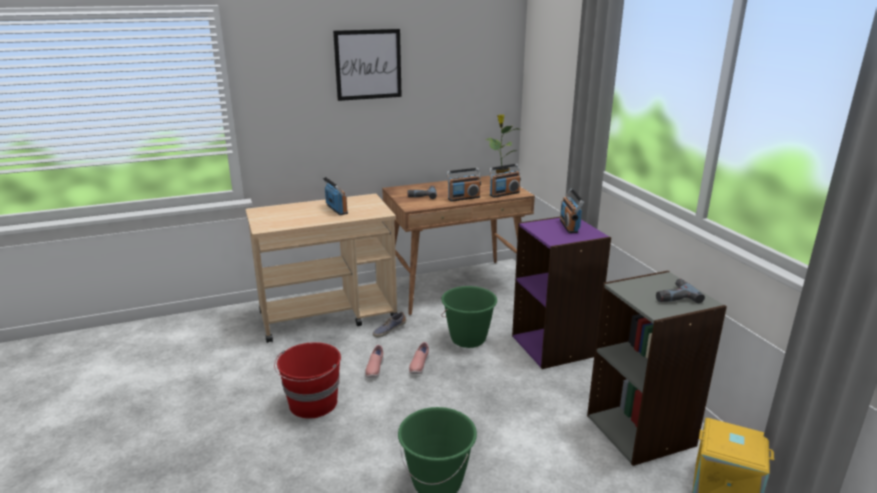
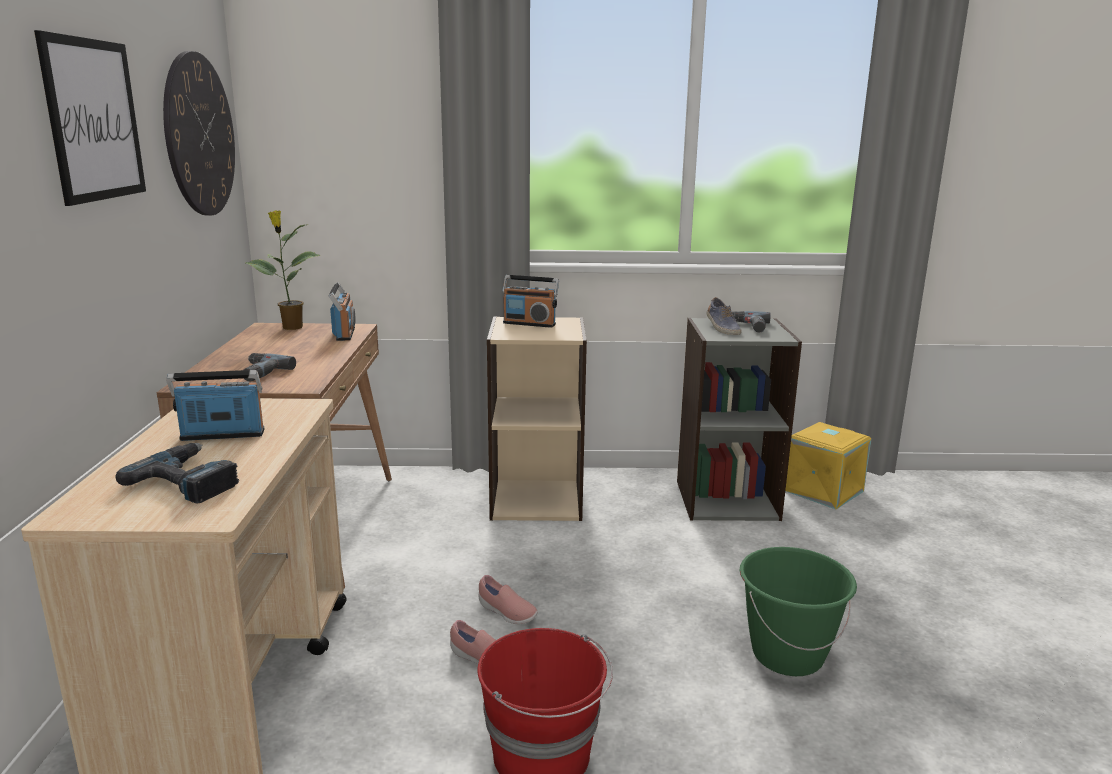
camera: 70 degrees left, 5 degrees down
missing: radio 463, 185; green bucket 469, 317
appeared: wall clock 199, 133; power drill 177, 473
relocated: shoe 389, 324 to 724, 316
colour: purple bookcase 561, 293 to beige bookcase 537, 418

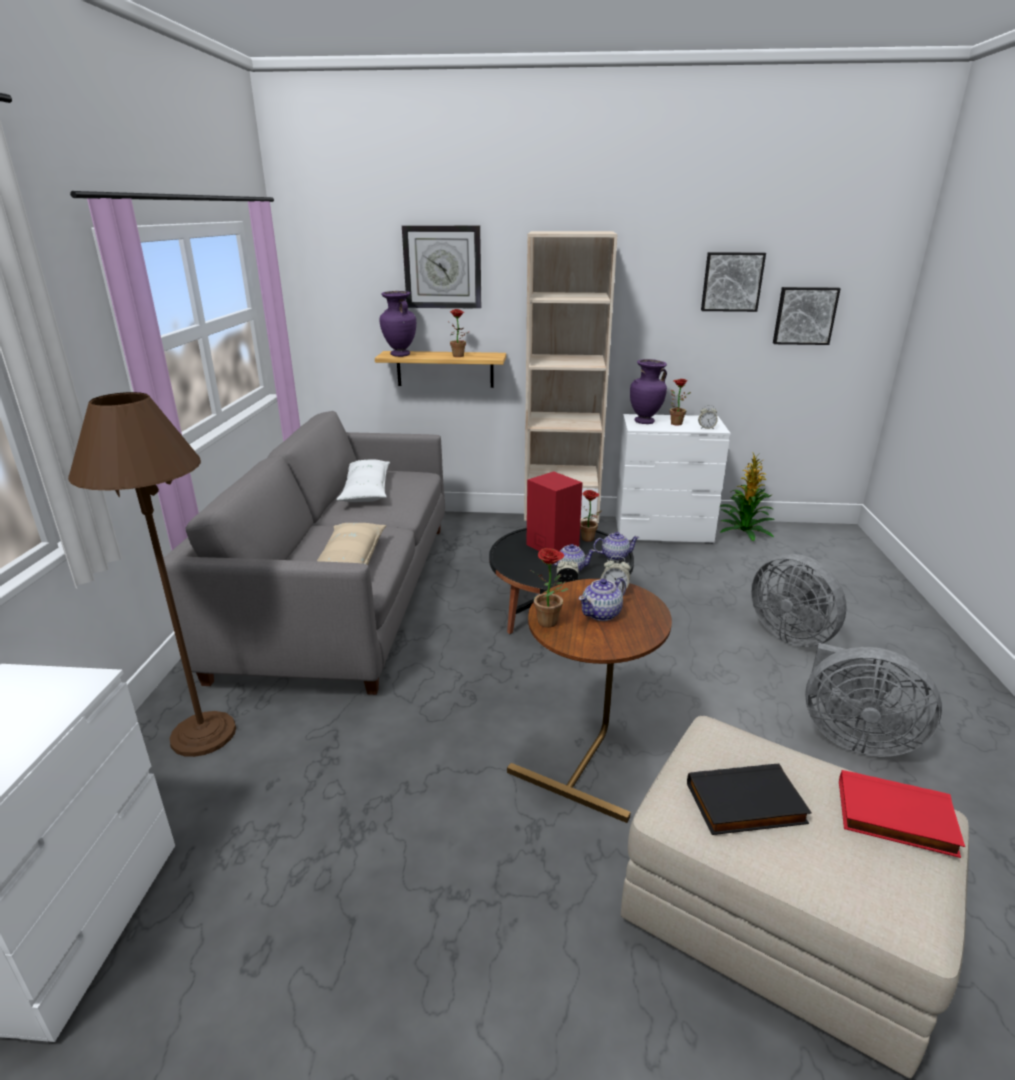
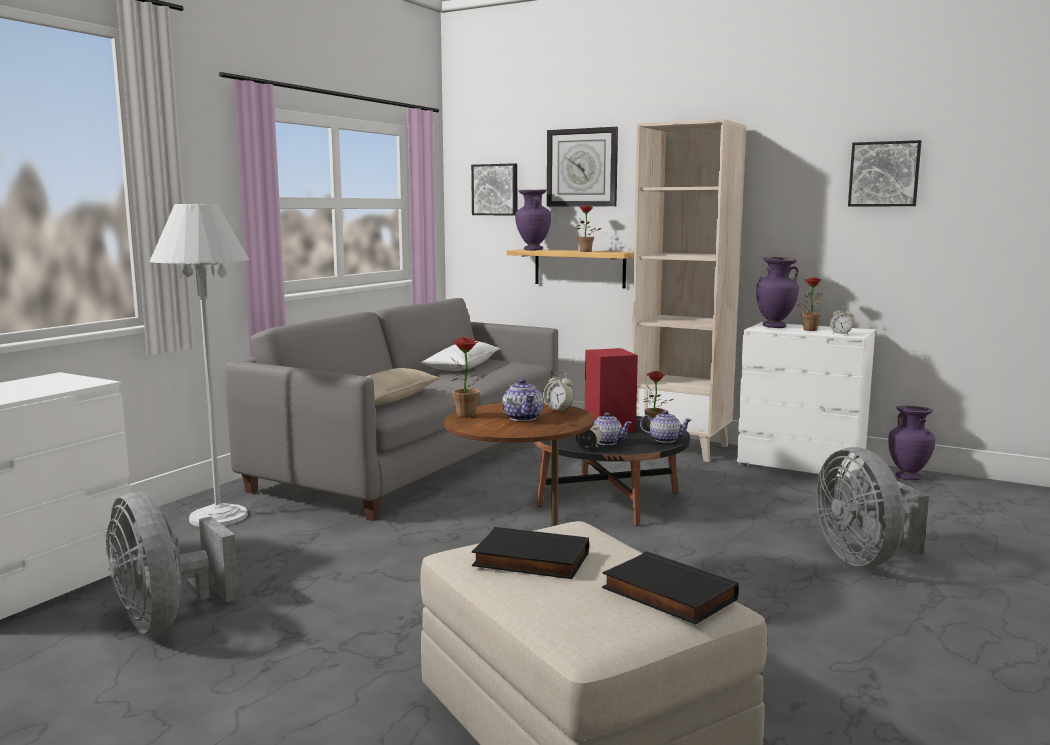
camera: 25 degrees right, 15 degrees down
relocated: picture 807, 316 to 494, 189; grey fan 873, 700 to 172, 563
exchanged: potted plant 747, 497 to purple vase 912, 443
colour: brown floor lamp 152, 574 to white floor lamp 199, 365; red book 902, 814 to black book 670, 588
spun: teapot 602, 599 = 522, 400 90 degrees counterclockwise

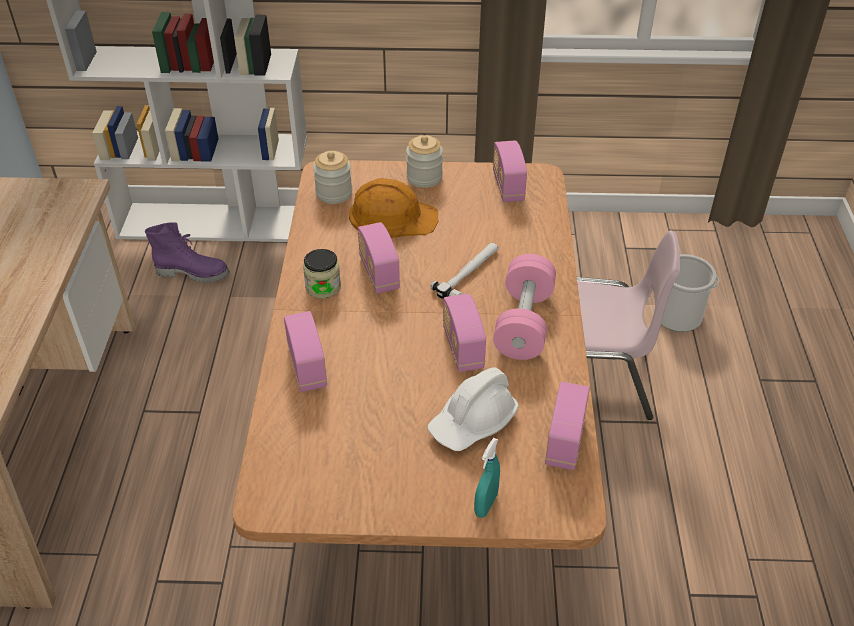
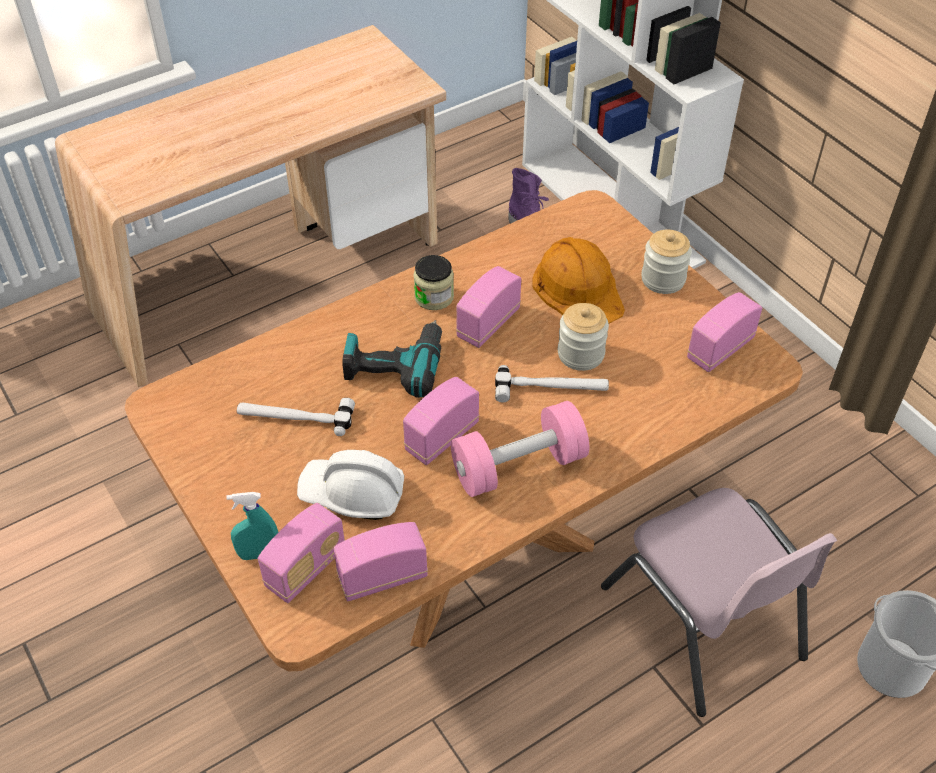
camera: 55 degrees right, 5 degrees up
appeared: power drill 392, 359; hammer 296, 417
relocated: jar 332, 177 to 583, 337; radio 305, 351 to 301, 553

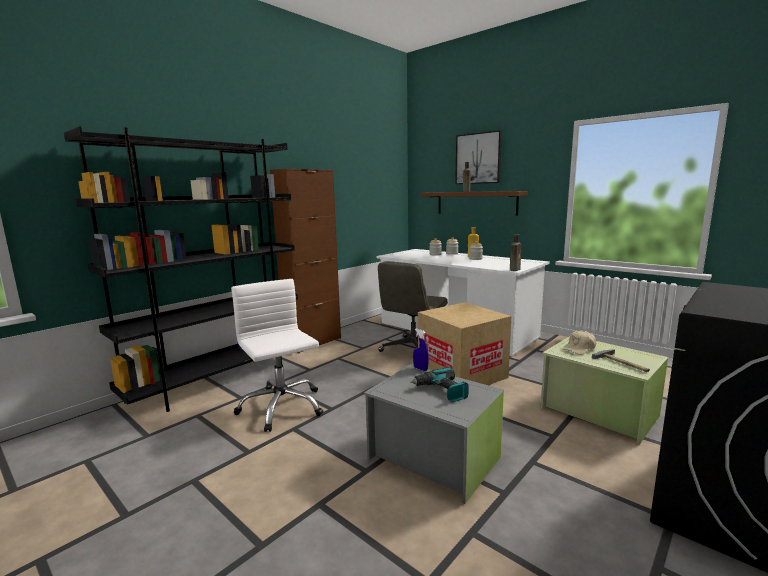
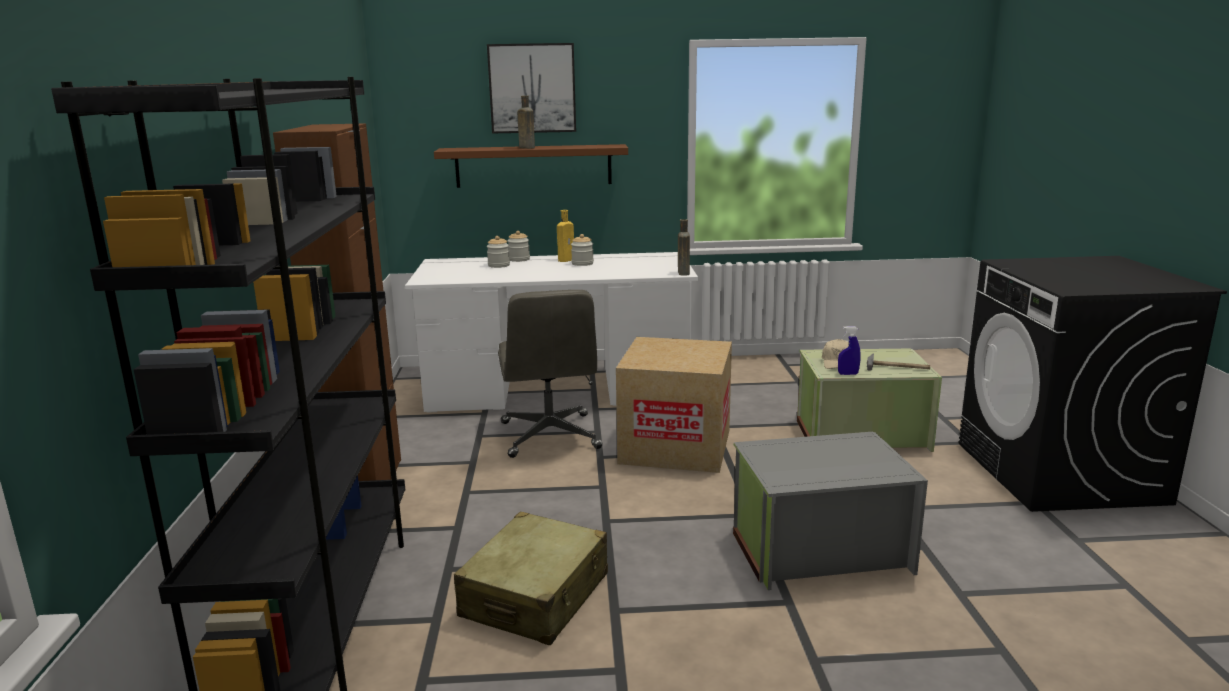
camera: 45 degrees left, 5 degrees up
missing: power drill 439, 384
relocated: blue spray bottle 421, 350 to 849, 350
exchanged: white office chair 277, 355 to beige suitcase 531, 578

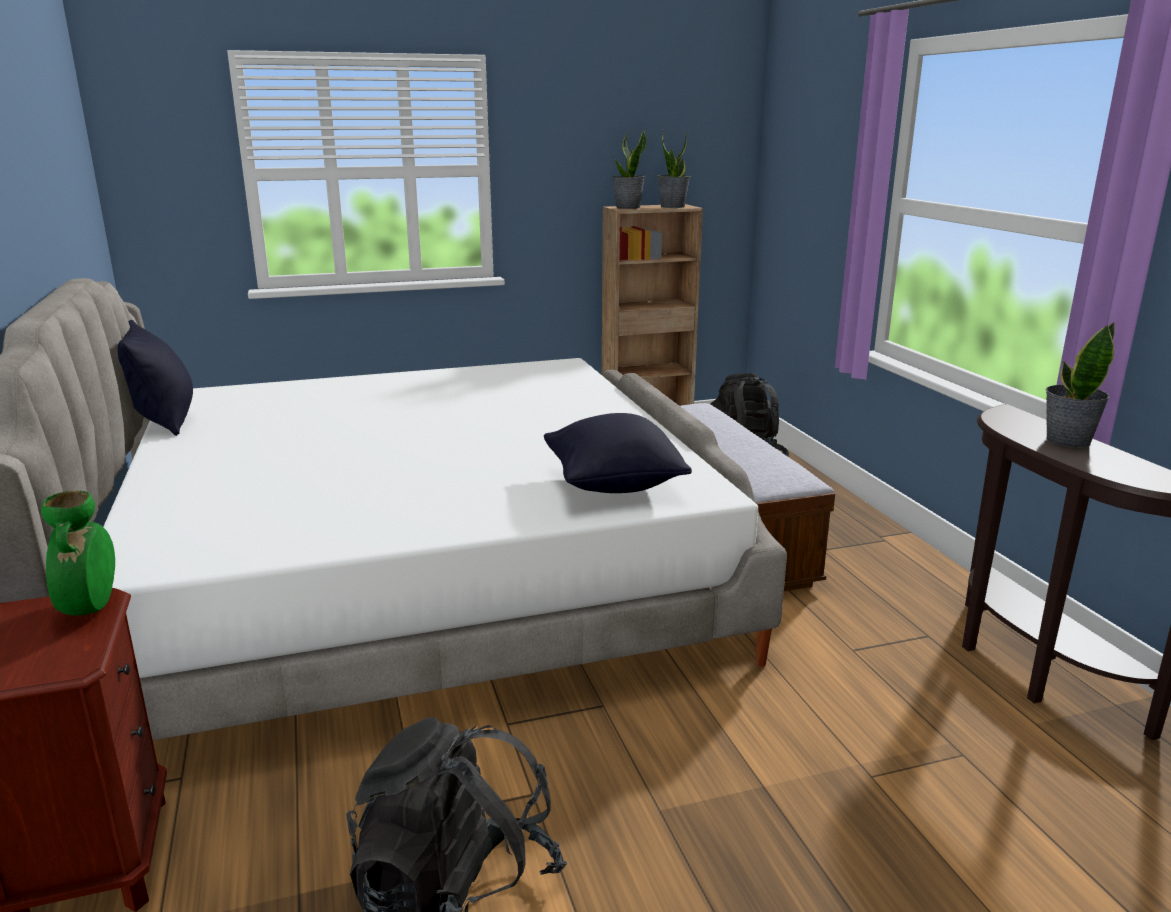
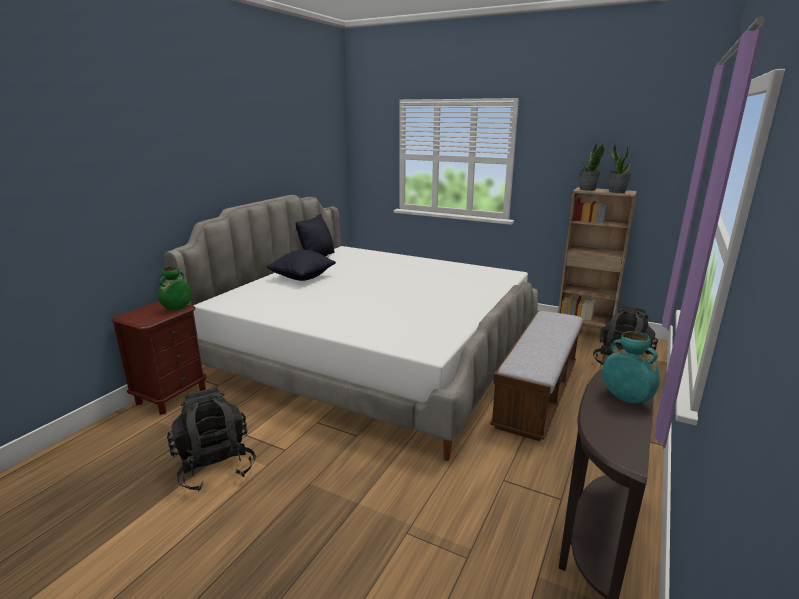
camera: 45 degrees right, 0 degrees up
relocated: black pillow 618, 453 to 301, 265
exchanged: potted plant 1080, 385 to turquoise vase 631, 367

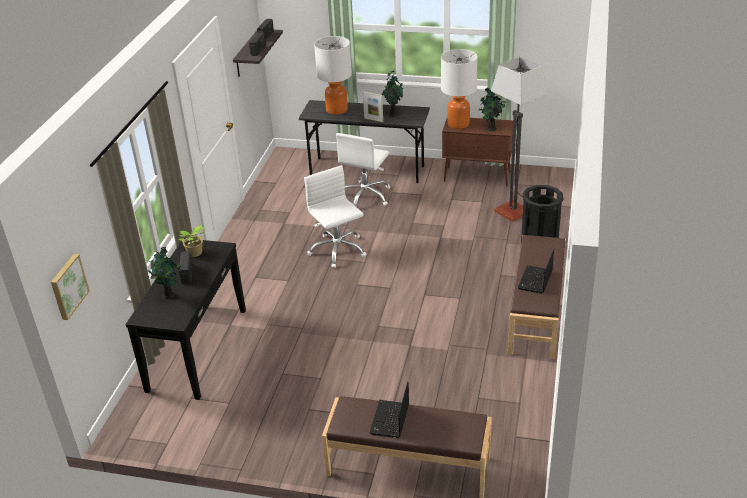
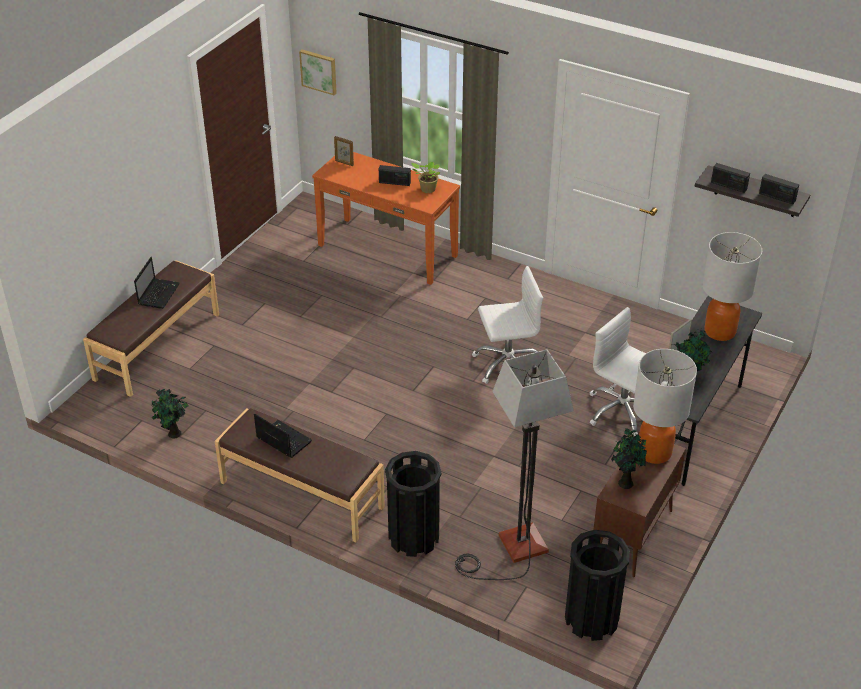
camera: 105 degrees right, 5 degrees up
appeared: picture frame 344, 151; black trash can 597, 585
relocated: potted plant 165, 273 to 170, 413
colour: black console table 185, 319 to orange console table 386, 218
spun: laptop 389, 410 = 157, 283 75 degrees clockwise

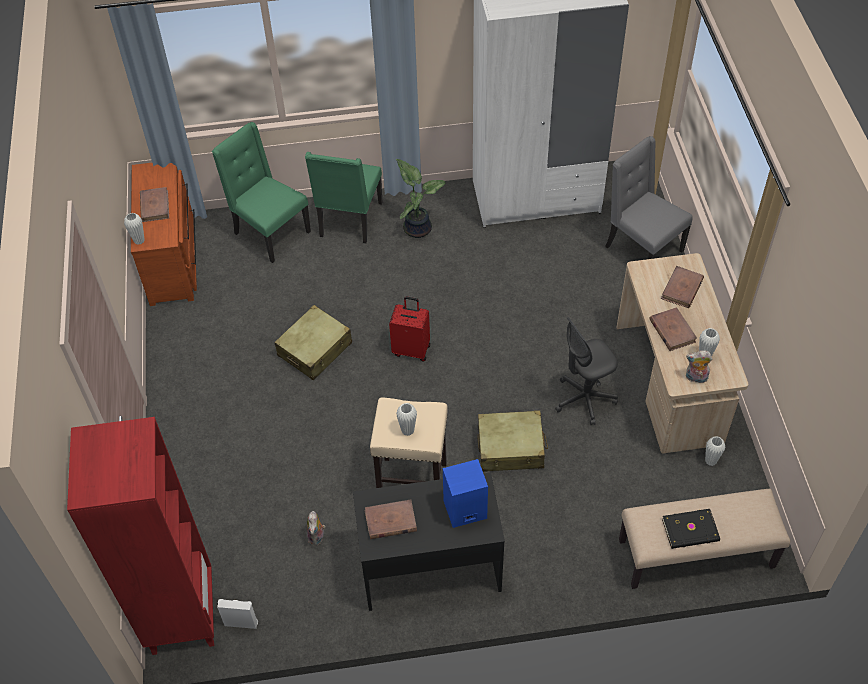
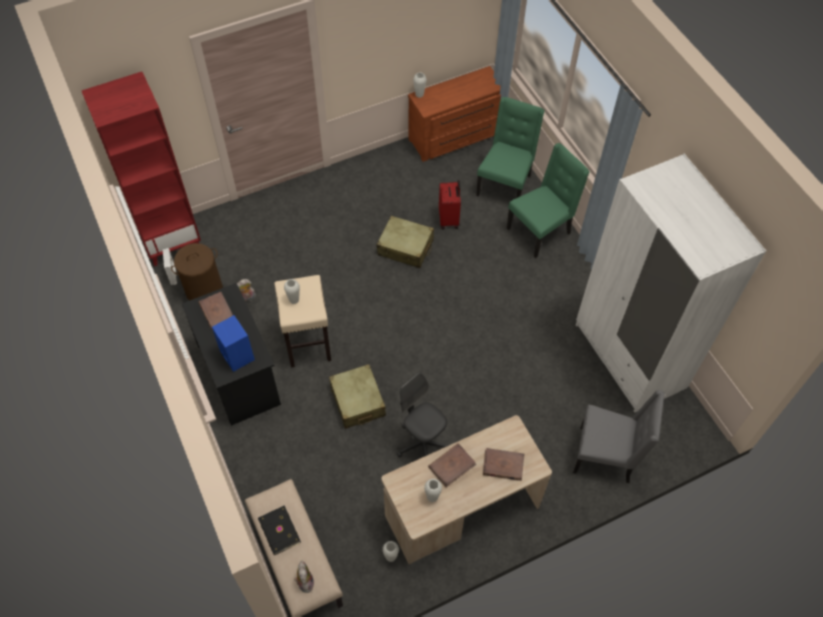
camera: 70 degrees right, 5 degrees up
missing: potted plant 421, 198; brown book 154, 204
appeared: brown laundry basket 197, 272
relocated: red suitcase 409, 328 to 450, 204; plush toy 699, 366 to 304, 576
spun: grey chair 649, 197 = 618, 436 75 degrees clockwise; green chair 343, 197 = 548, 200 150 degrees clockwise

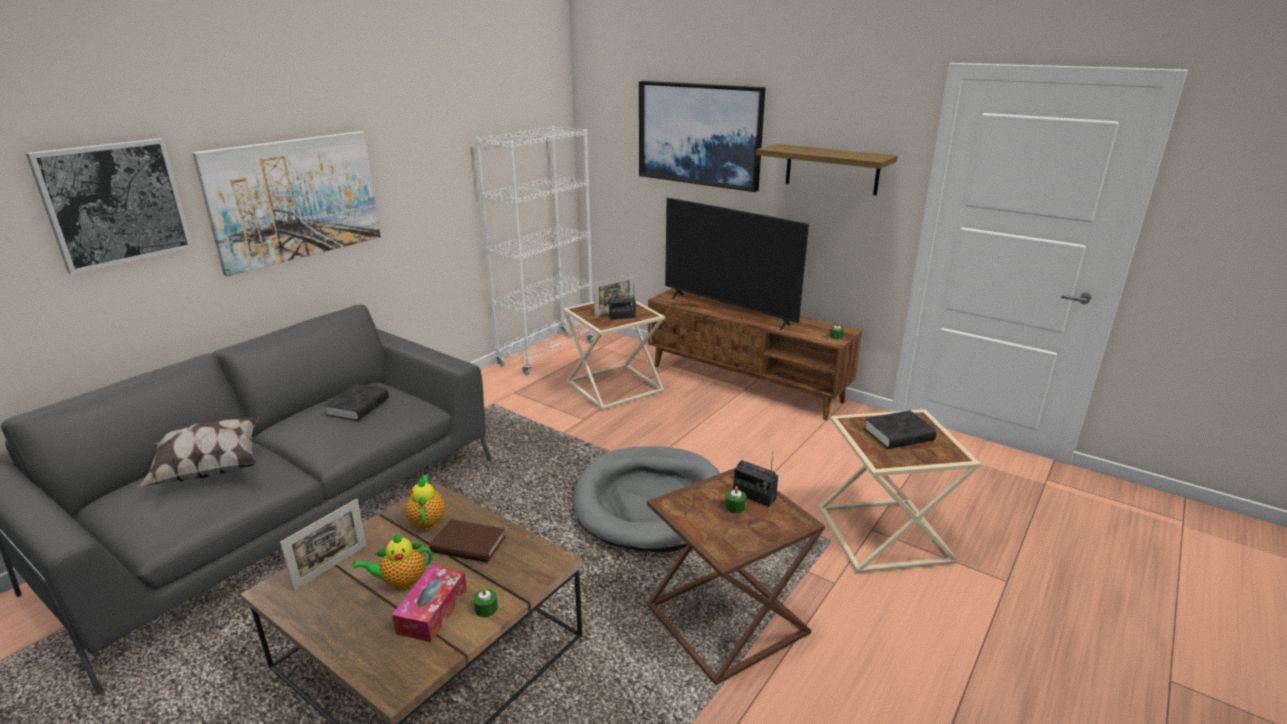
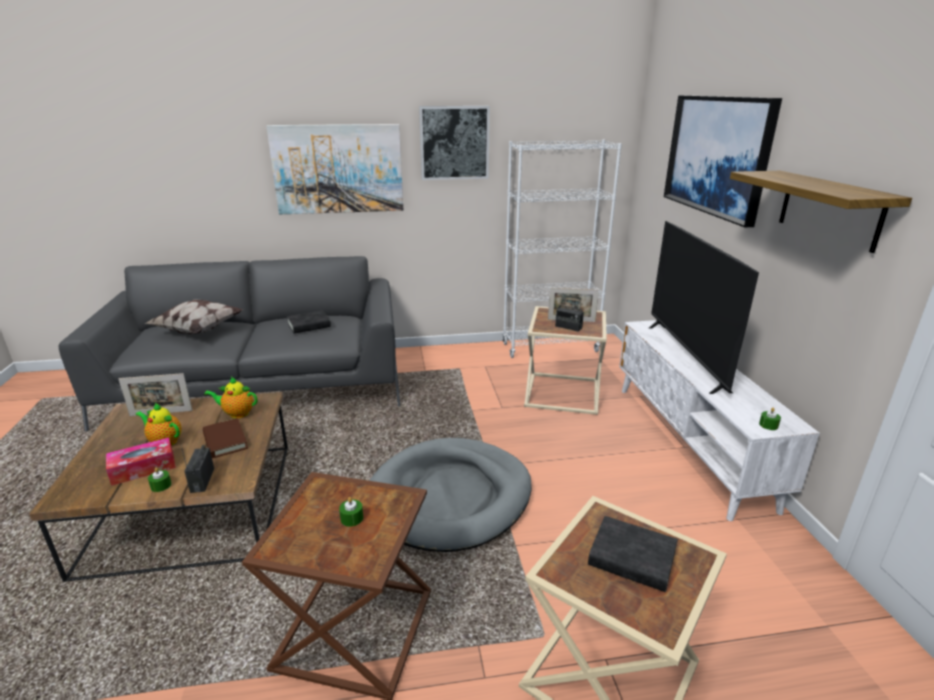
camera: 45 degrees right, 0 degrees up
relocated: picture 109, 206 to 454, 143; radio 755, 479 to 197, 469
colour: brown tv stand 755, 354 to white tv stand 719, 420
spun: teapot 425, 502 = 231, 397 120 degrees counterclockwise

